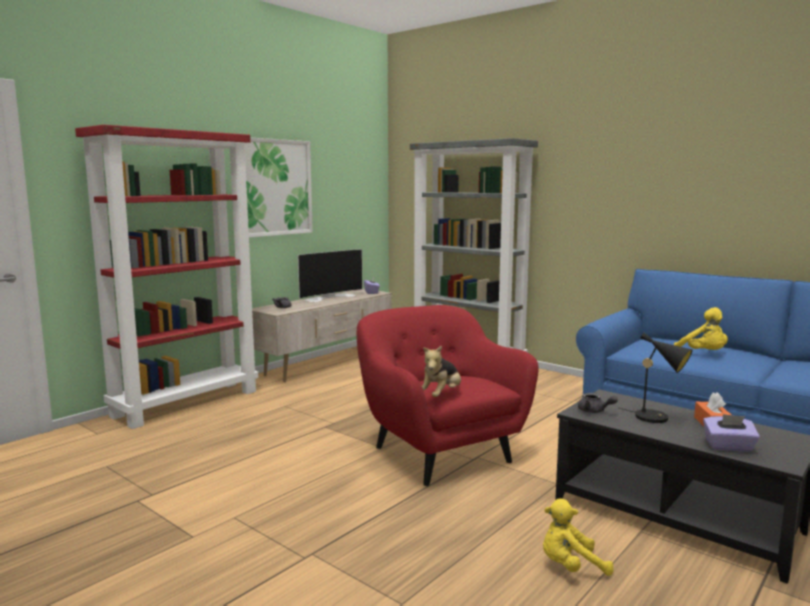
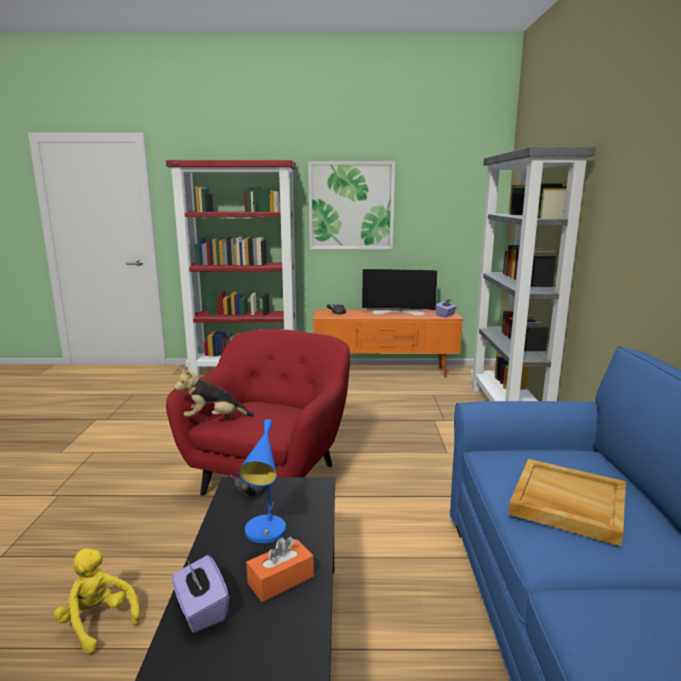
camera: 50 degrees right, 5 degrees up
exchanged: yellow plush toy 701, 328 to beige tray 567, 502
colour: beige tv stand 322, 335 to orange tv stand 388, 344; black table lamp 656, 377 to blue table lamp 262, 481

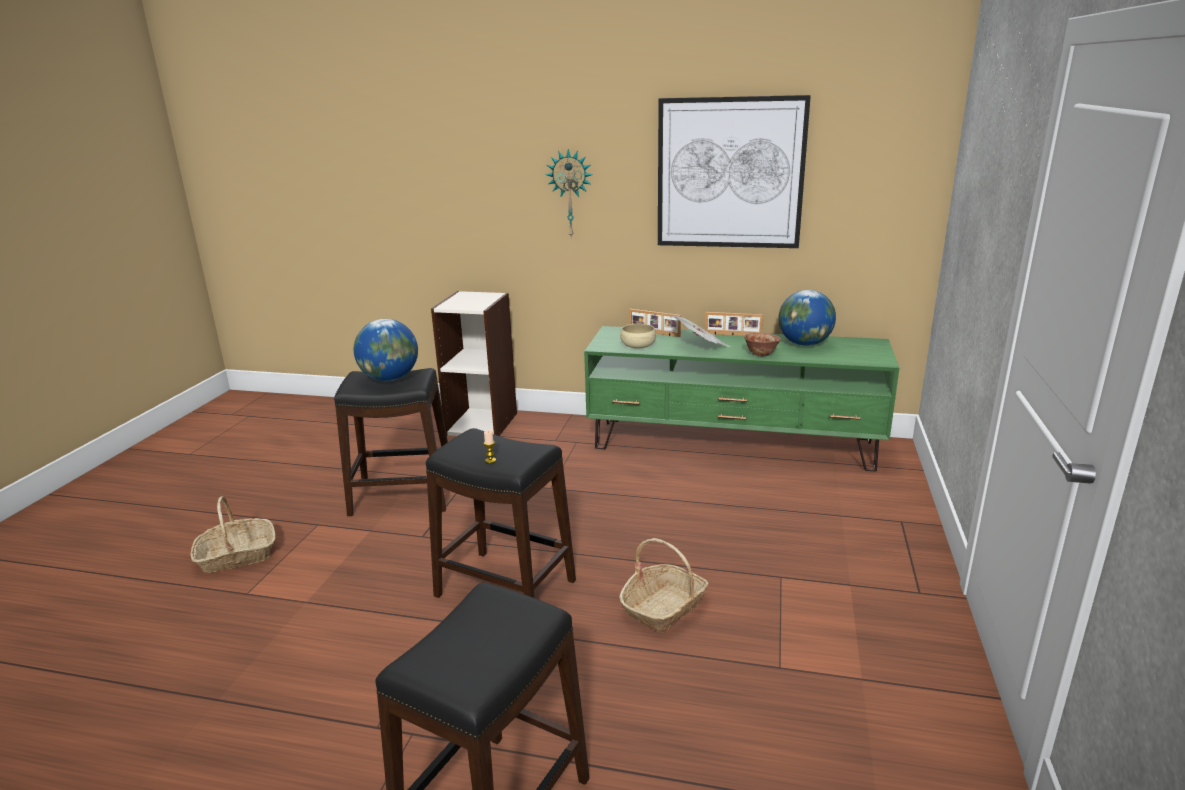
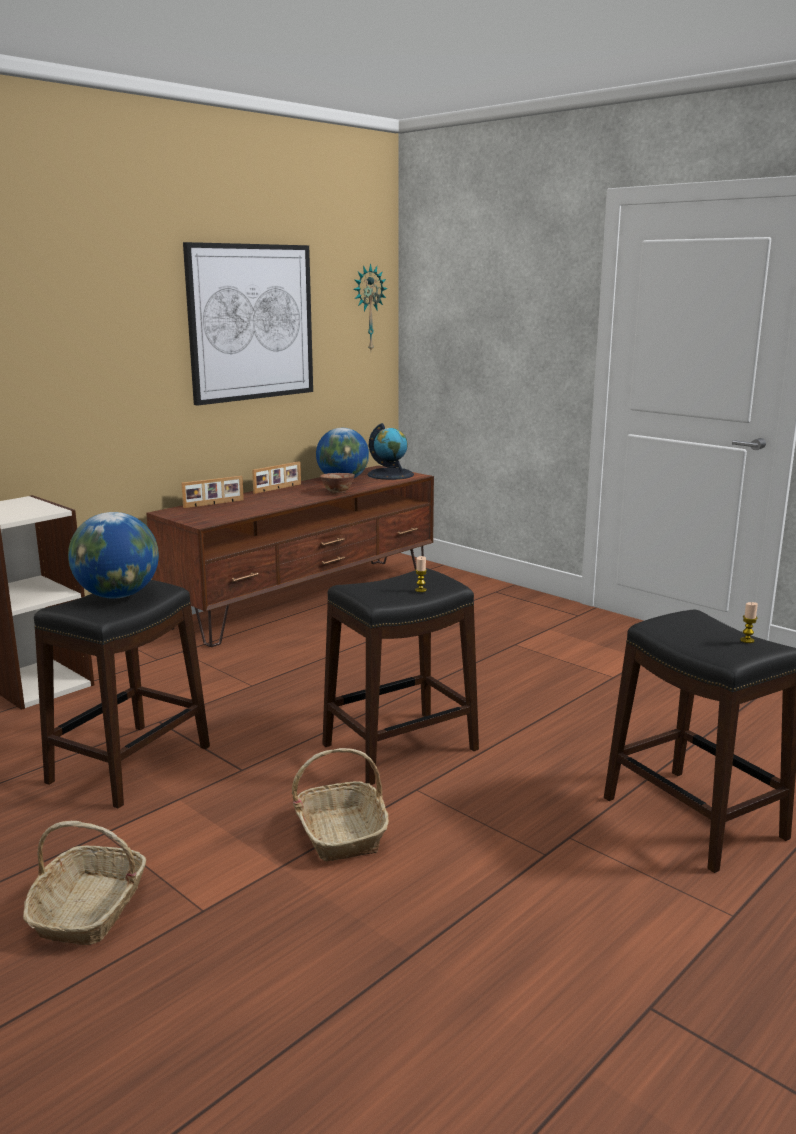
camera: 60 degrees left, 5 degrees down
missing: newspaper 701, 331; beige bowl 638, 336
appeared: globe 391, 451; candle 749, 622
relocated: wall clock 569, 194 to 370, 307; basket 664, 585 to 340, 805
colour: green tv stand 741, 399 to brown tv stand 290, 556

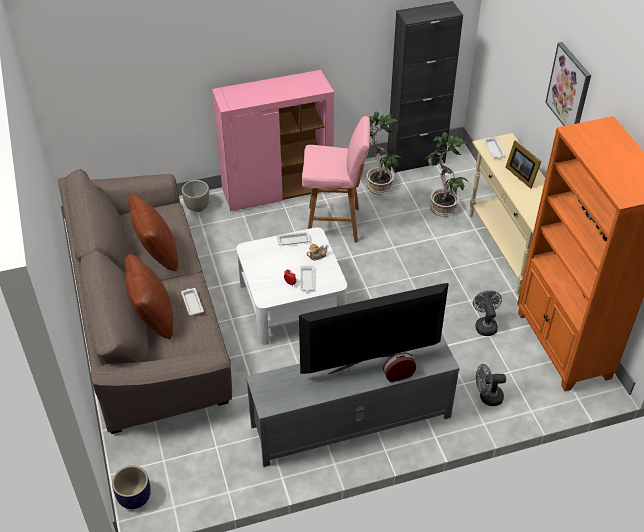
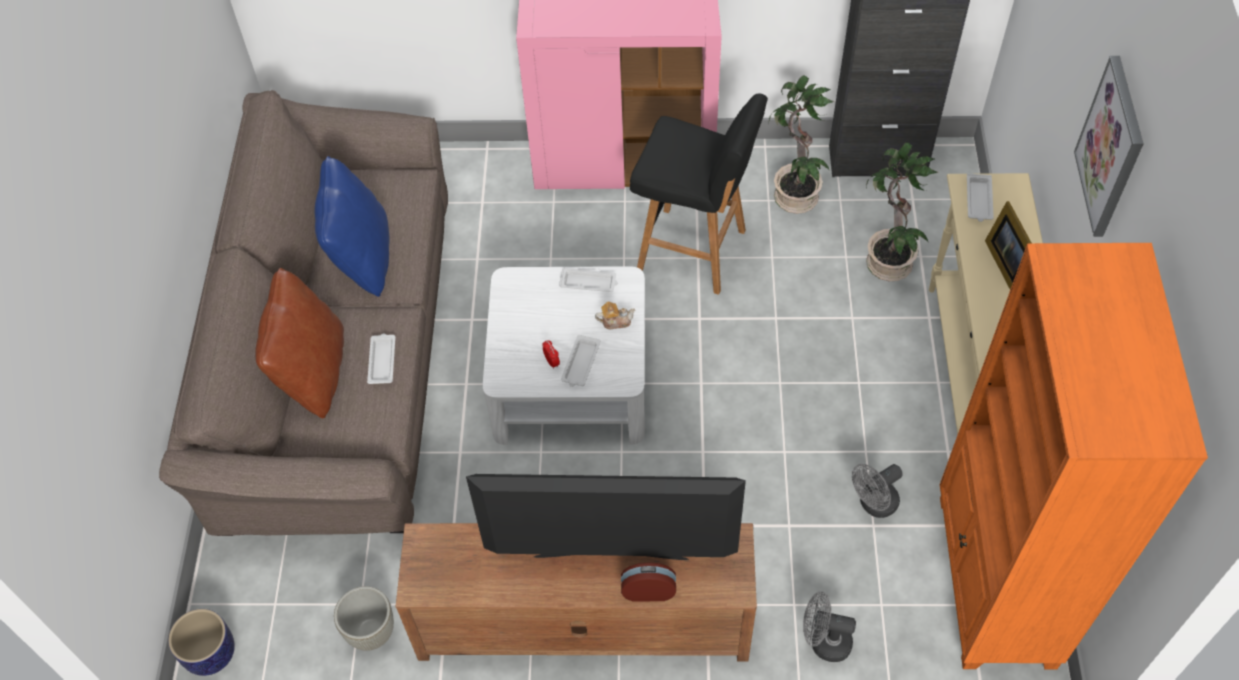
camera: 20 degrees right, 10 degrees up
relocated: grey planter 195, 196 to 364, 618
colour: pink stool 336, 179 to black stool 699, 194; brown pillow 153, 232 to blue pillow 352, 226; grey tv stand 353, 400 to brown tv stand 576, 592
spun: grey fan 487, 313 = 877, 491 135 degrees counterclockwise

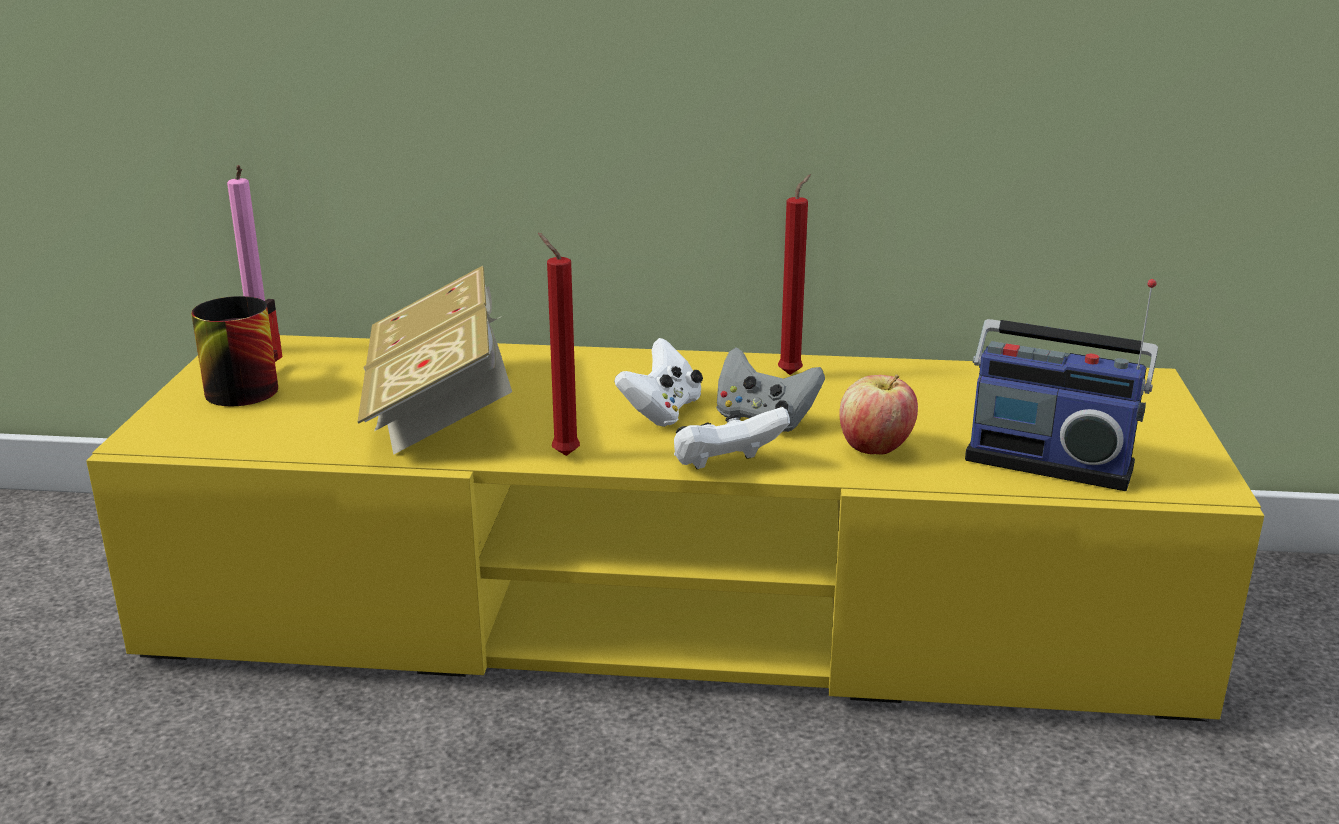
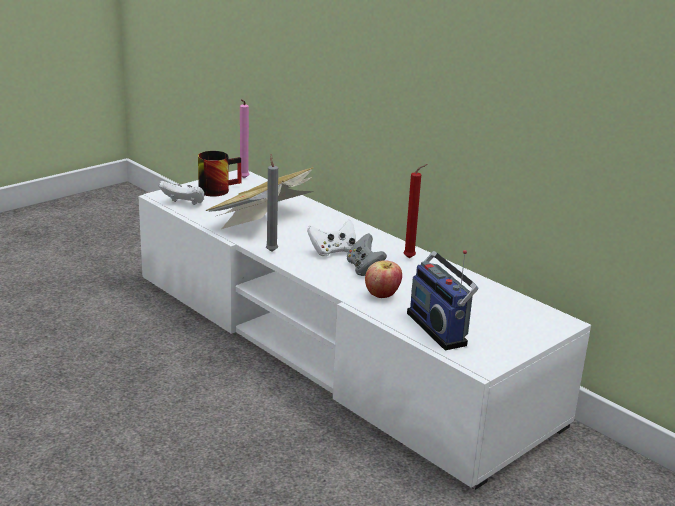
camera: 40 degrees right, 0 degrees up
relocated: white game controller 732, 438 to 181, 193
colour: red candle 559, 344 to grey candle 272, 203; yellow tv stand 675, 528 to white tv stand 364, 330

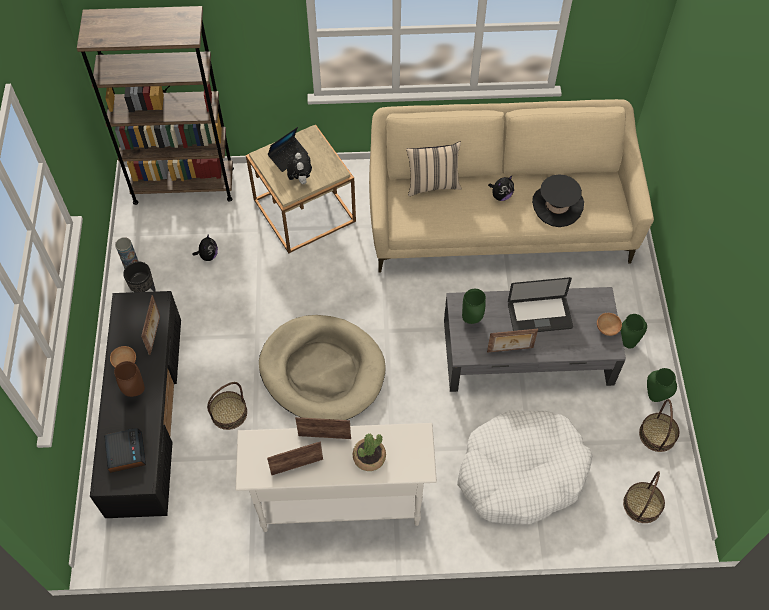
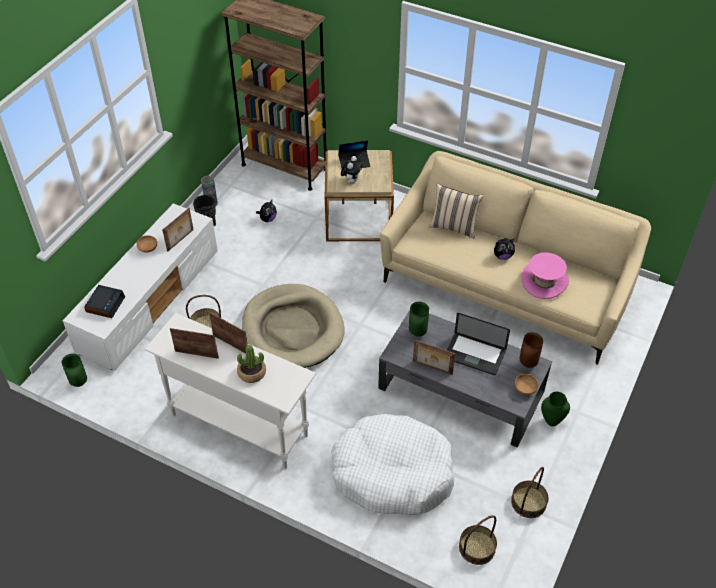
camera: 30 degrees right, 10 degrees down
relocated: brown vase 129, 379 to 531, 350; green vase 662, 385 to 74, 370
colour: black hat 558, 200 to pink hat 545, 275; black tv stand 135, 404 to white tv stand 140, 287

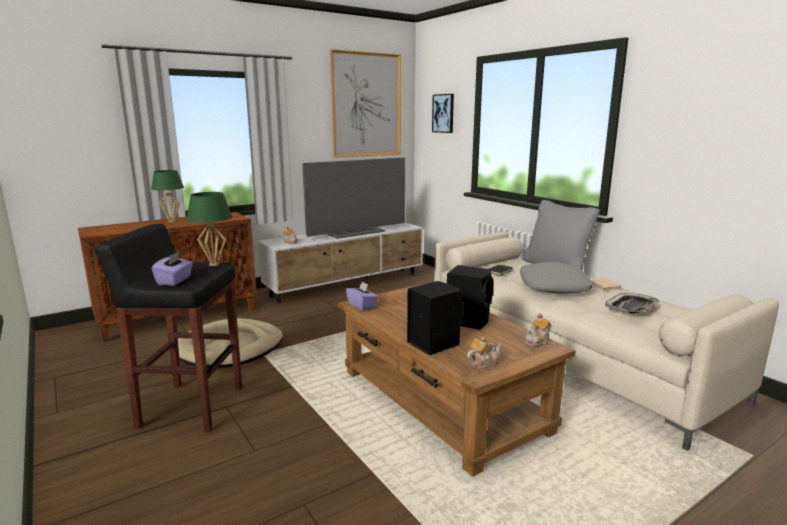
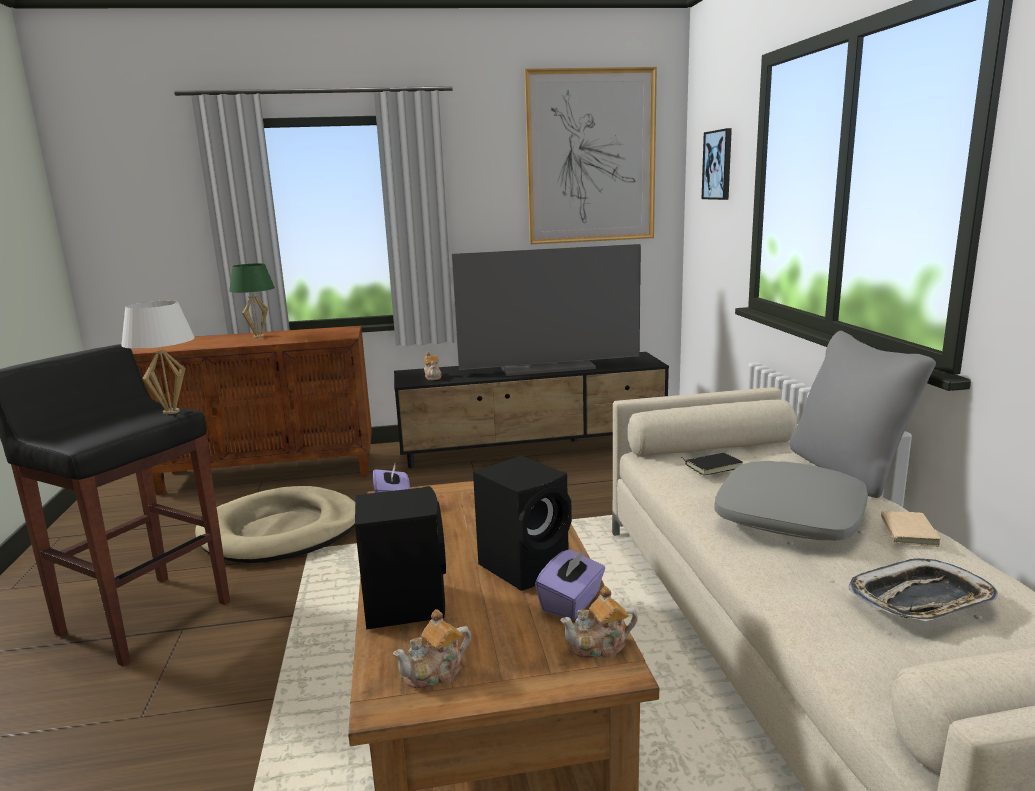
camera: 25 degrees right, 0 degrees up
relocated: purple tissue box 172, 268 to 570, 584
colour: green table lamp 209, 229 to white table lamp 158, 357; white tv stand 340, 262 to black tv stand 531, 410
spun: teapot 484, 353 = 432, 648 150 degrees clockwise

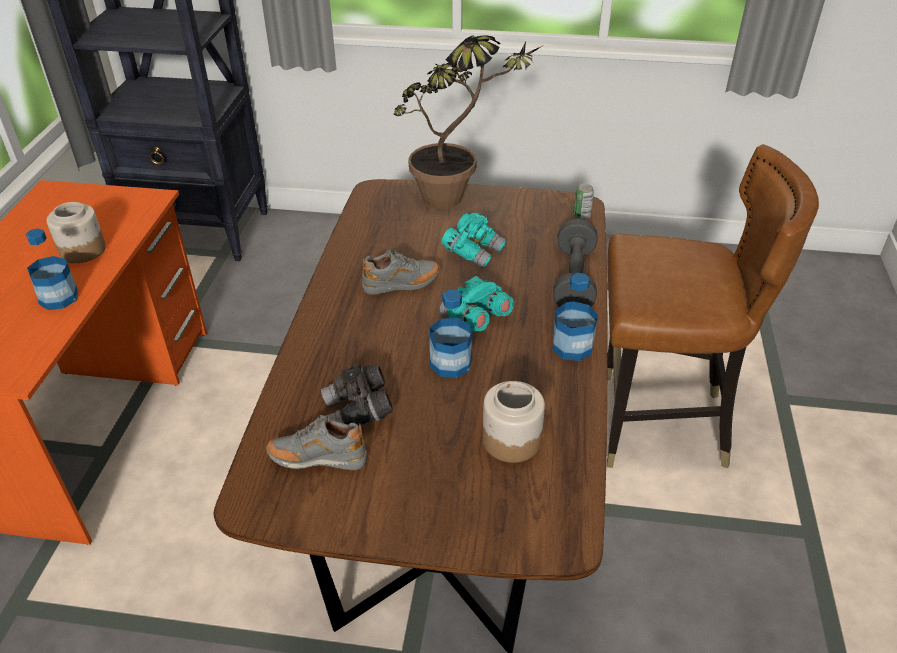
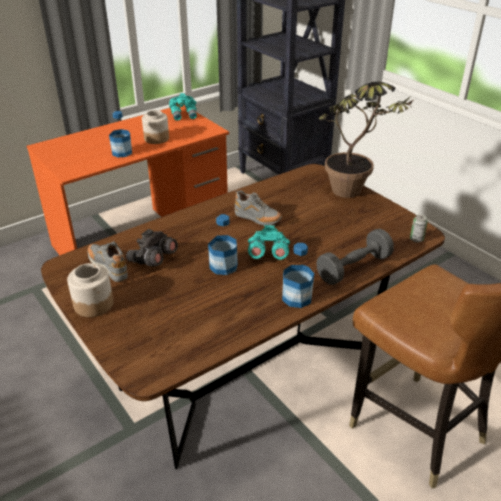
camera: 45 degrees right, 5 degrees down
relocated: turquoise binoculars 473, 240 to 183, 107; jar 513, 422 to 90, 290

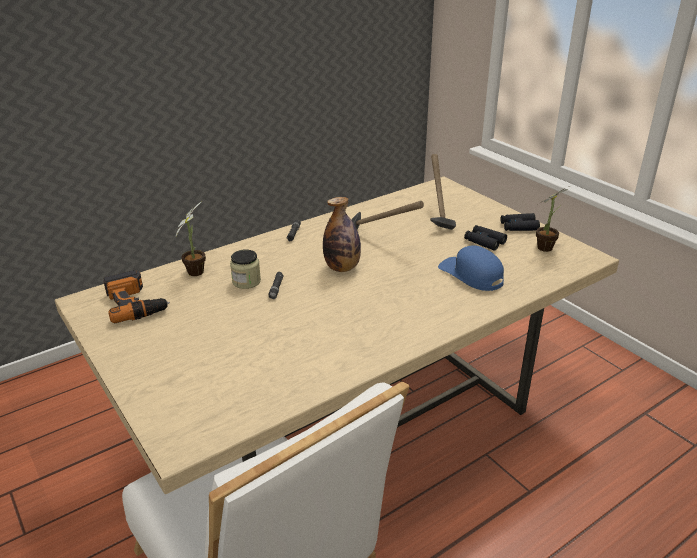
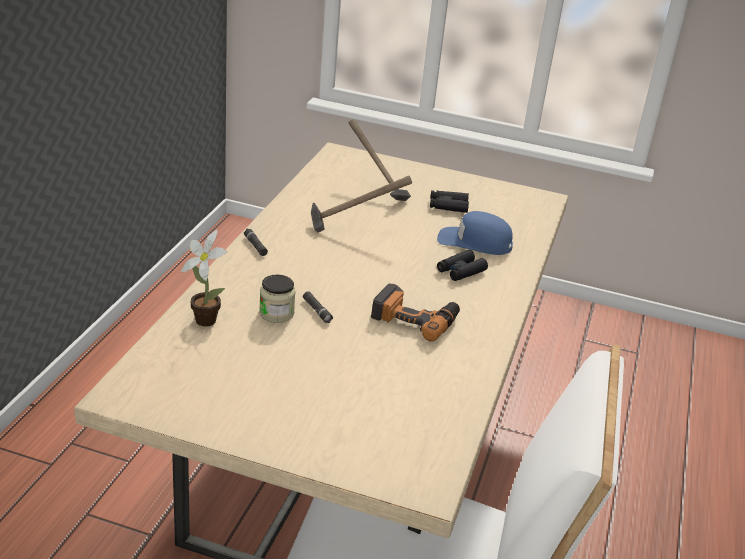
camera: 40 degrees left, 0 degrees up
missing: potted plant 552, 219; bottle 342, 234
relocated: black binoculars 520, 222 to 462, 265; power drill 136, 296 to 415, 313

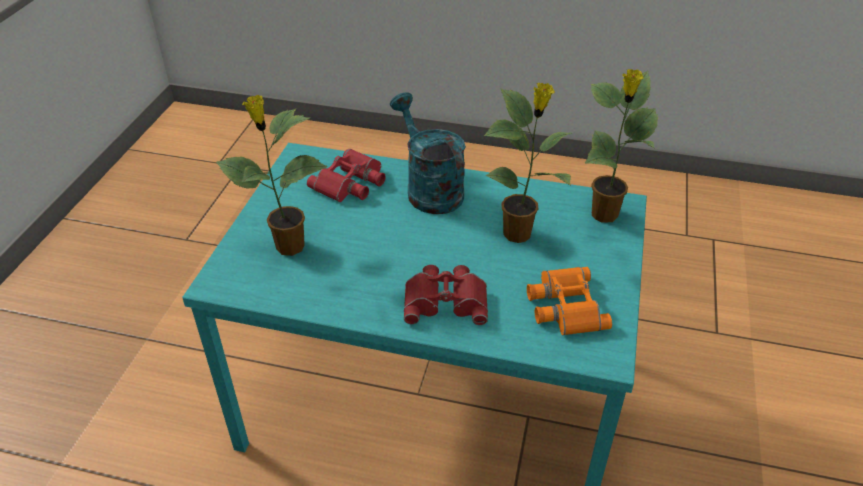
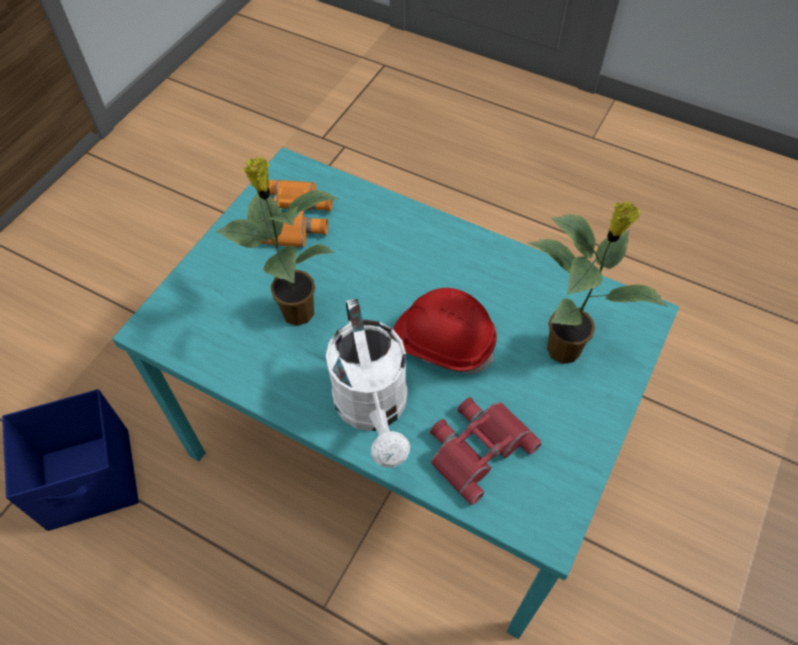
camera: 165 degrees left, 15 degrees up
missing: potted plant 621, 146; red binoculars 446, 295
appeared: red hard hat 445, 331; blue storage box 70, 460
colour: turquoise watering can 428, 153 to white watering can 368, 383

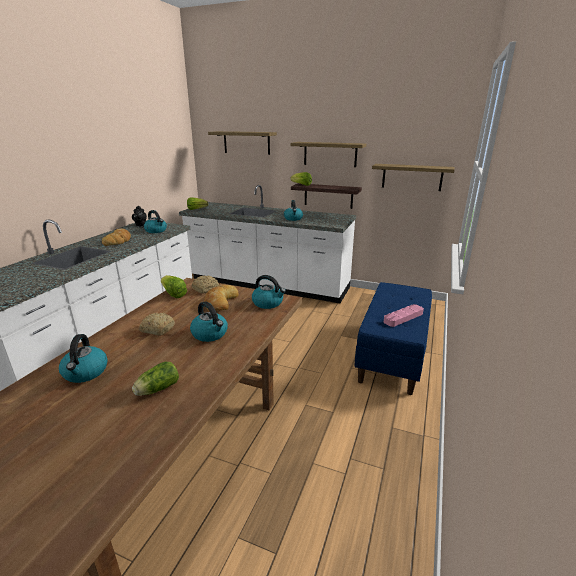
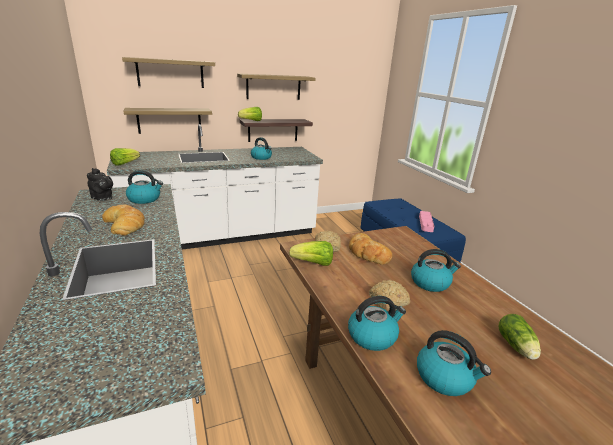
camera: 45 degrees left, 0 degrees up
relocated: shelf 413, 177 to 167, 121; kettle 269, 292 to 377, 323

